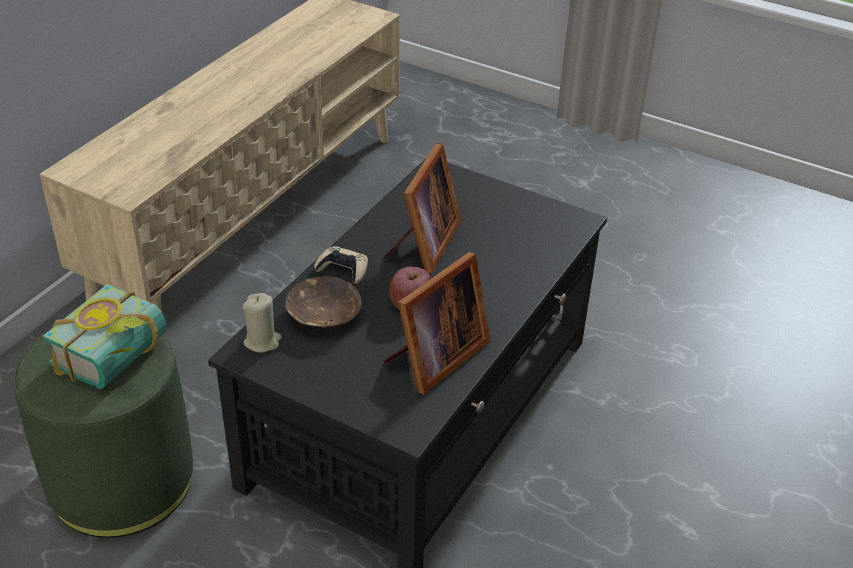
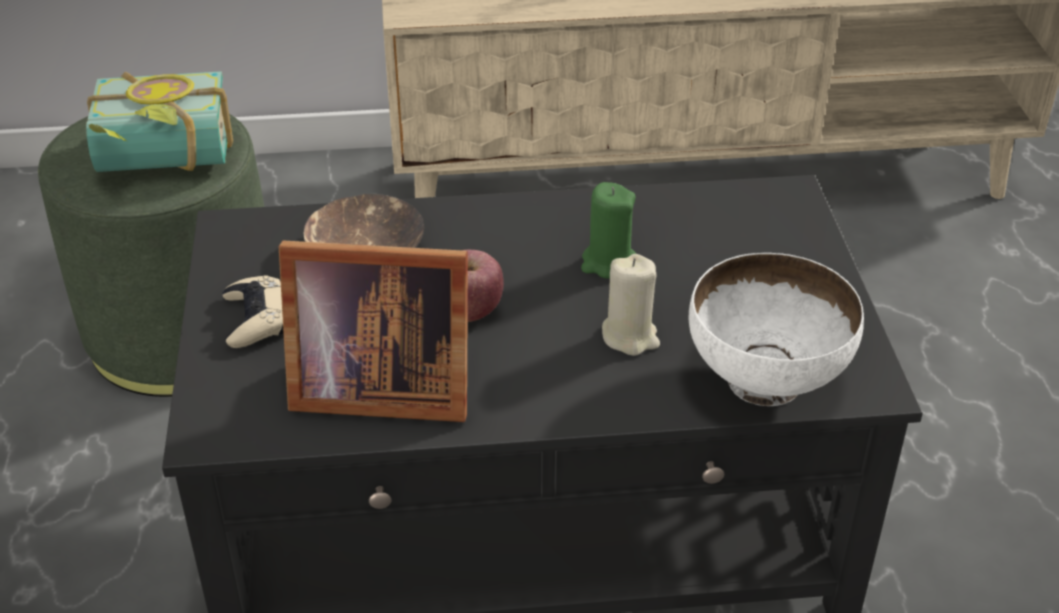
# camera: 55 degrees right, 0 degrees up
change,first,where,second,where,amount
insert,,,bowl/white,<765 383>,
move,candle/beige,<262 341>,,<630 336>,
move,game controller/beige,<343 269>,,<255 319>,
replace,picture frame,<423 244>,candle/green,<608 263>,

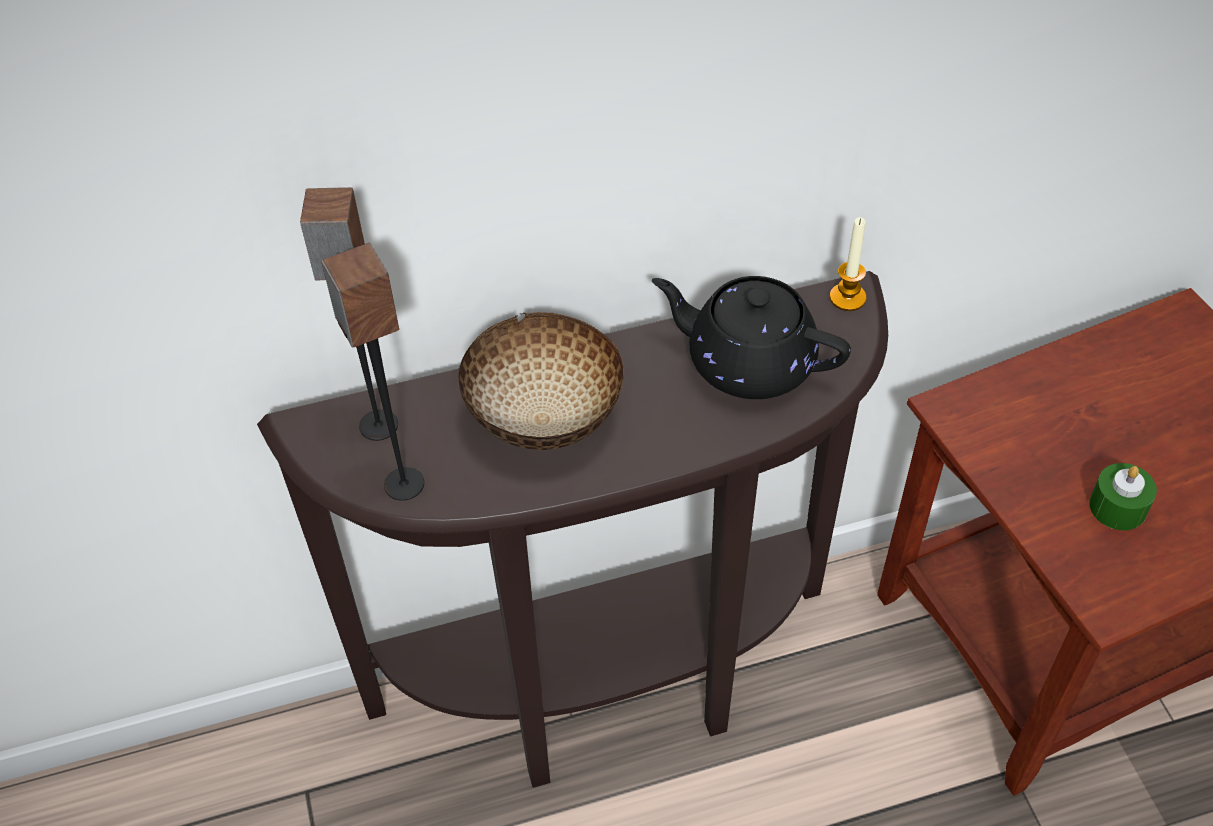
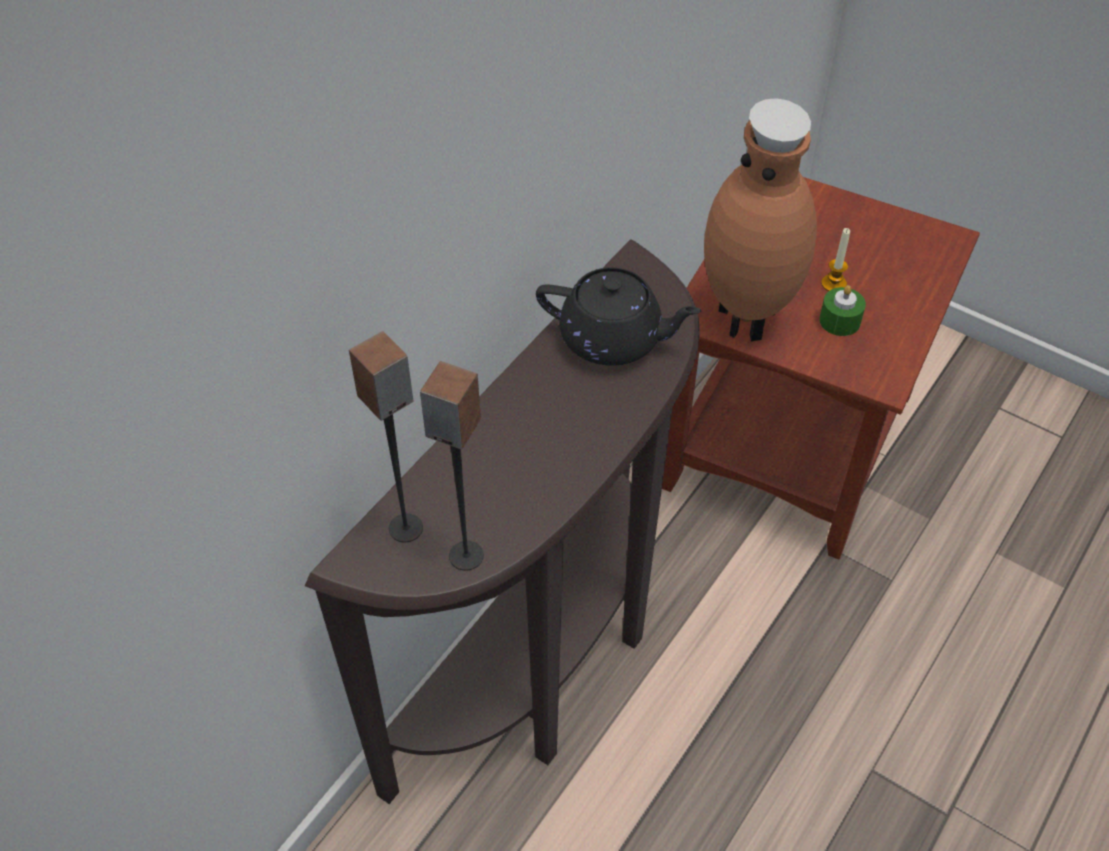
# camera: 40 degrees left, 0 degrees up
change,first,where,second,where,amount
delete,bowl,<547 419>,,,
insert,,,vase/brown,<748 319>,
move,candle,<847 298>,,<833 284>,
rotate,teapot/black,<748 362>,,<613 339>,150 degrees counterclockwise

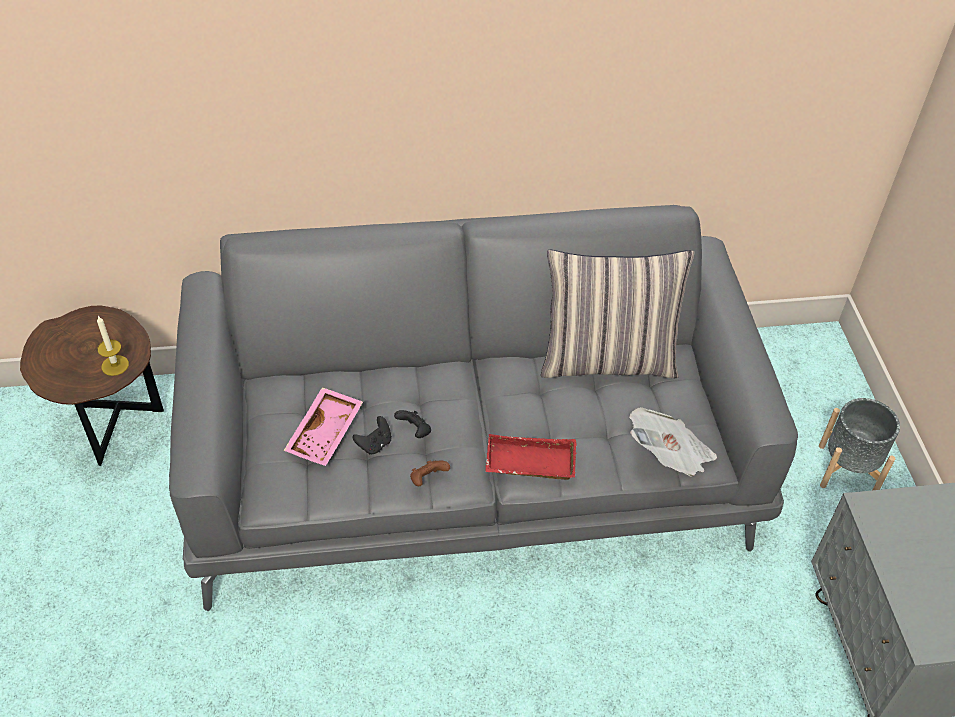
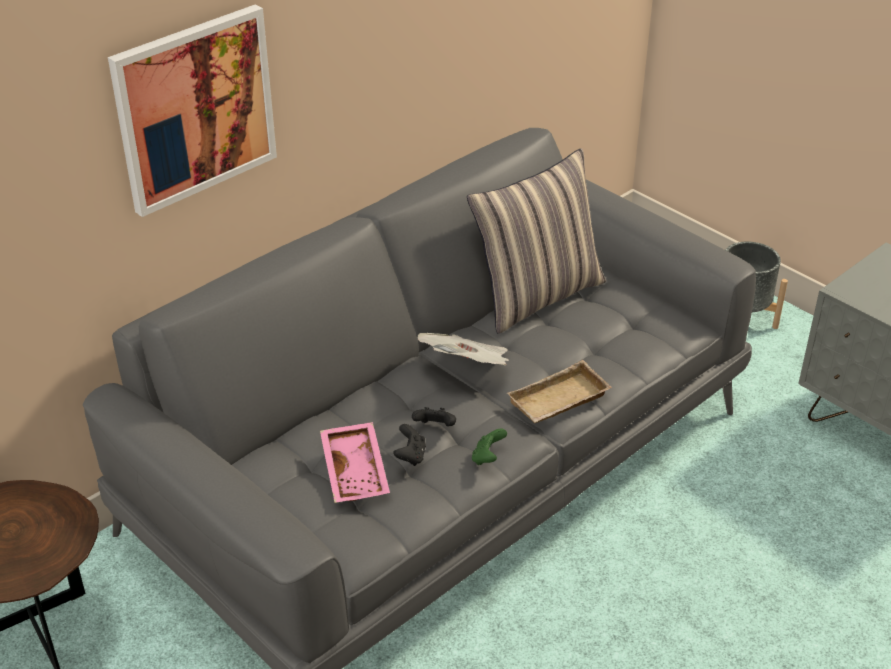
# camera: 35 degrees left, 10 degrees down
change,first,where,second,where,amount
delete,candle,<115 365>,,,
insert,,,picture,<194 108>,
move,newspaper,<669 456>,,<467 367>,
recolor,game controller/brown,<428 479>,game controller/green,<487 458>,
recolor,tray/red,<529 464>,tray/beige,<559 402>,

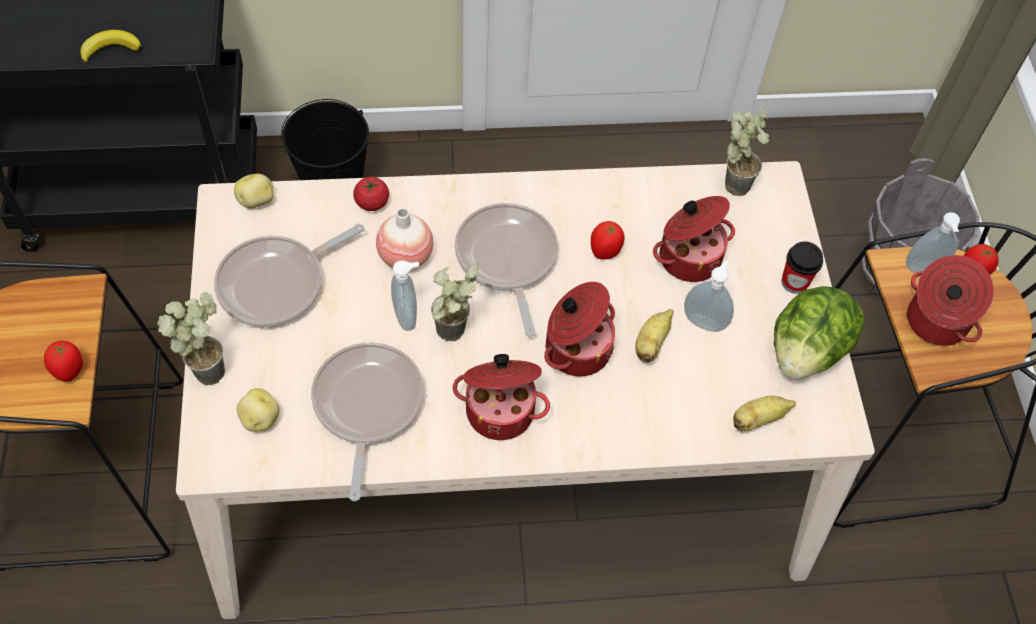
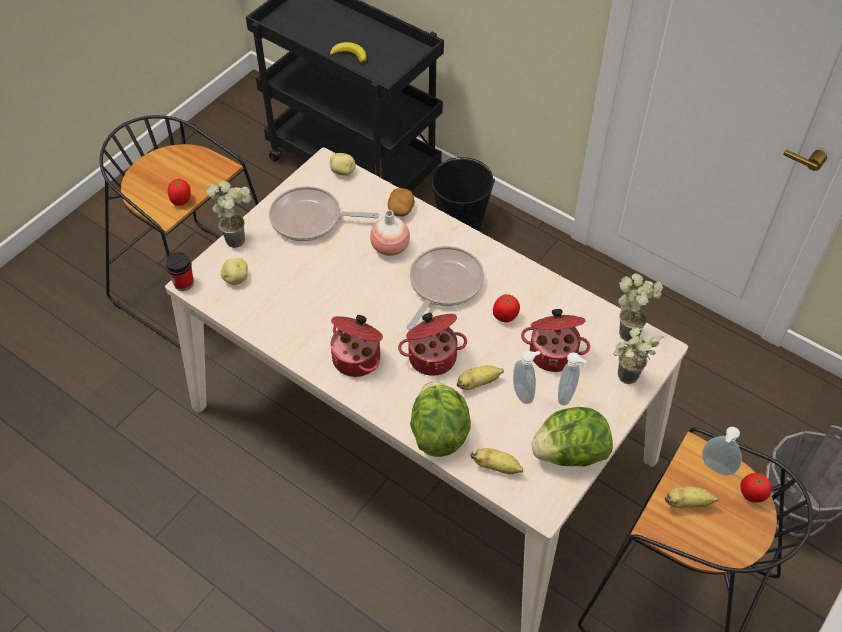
# camera: 45 degrees right, 5 degrees down
change,first,where,second,where,amount
delete,frying pan,<367 406>,,,
insert,,,lettuce,<438 432>,
move,soap dispenser,<407 316>,,<567 396>,
move,potted plant,<452 338>,,<625 381>,
move,cup,<794 282>,,<184 283>,
replace,tomato,<372 202>,potato,<401 209>,
replace,cooking pot,<935 322>,banana,<687 503>,

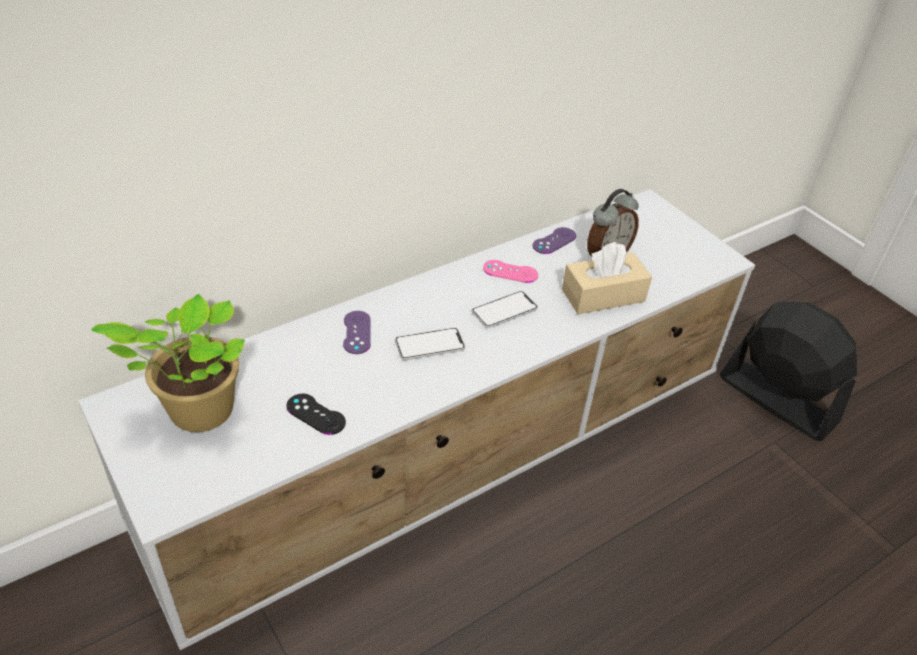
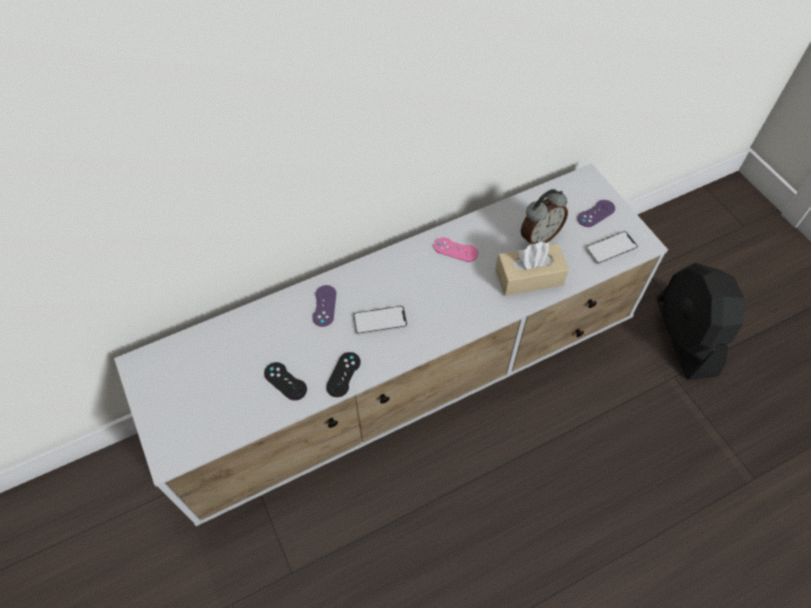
# camera: 10 degrees right, 15 degrees up
change,first,where,second,where,amount
delete,potted plant,<196 412>,,,
insert,,,game controller/black,<343 374>,
move,phone,<504 310>,,<611 248>,
move,game controller/purple,<554 241>,,<596 213>,
rotate,fan/black,<777 399>,,<685 337>,150 degrees counterclockwise

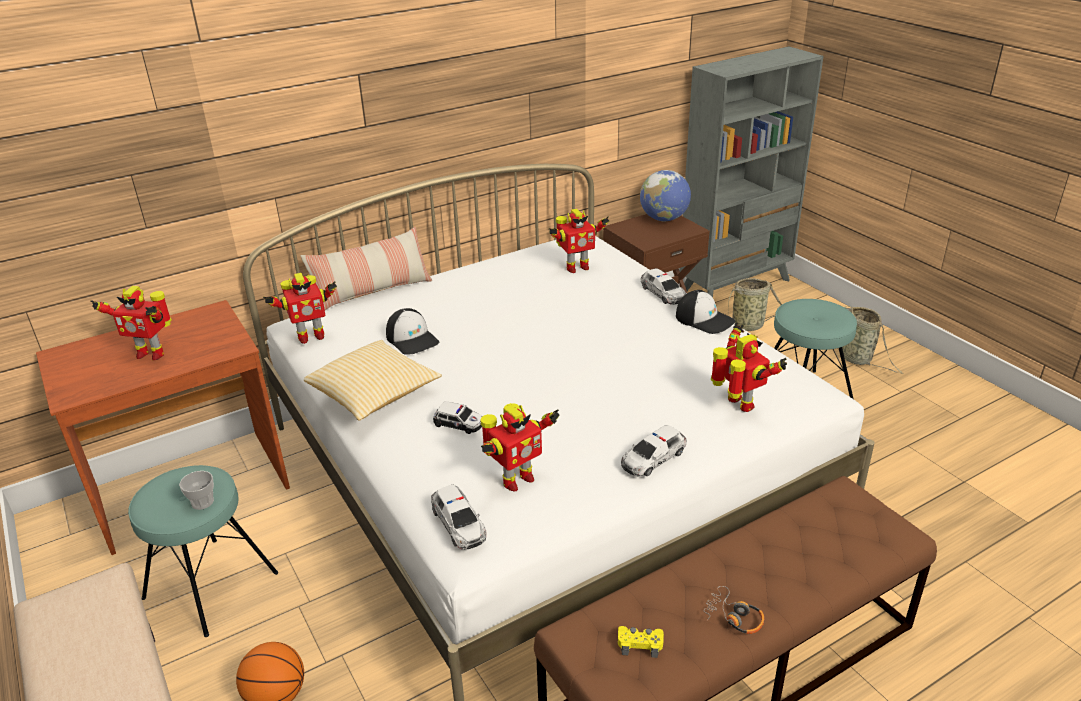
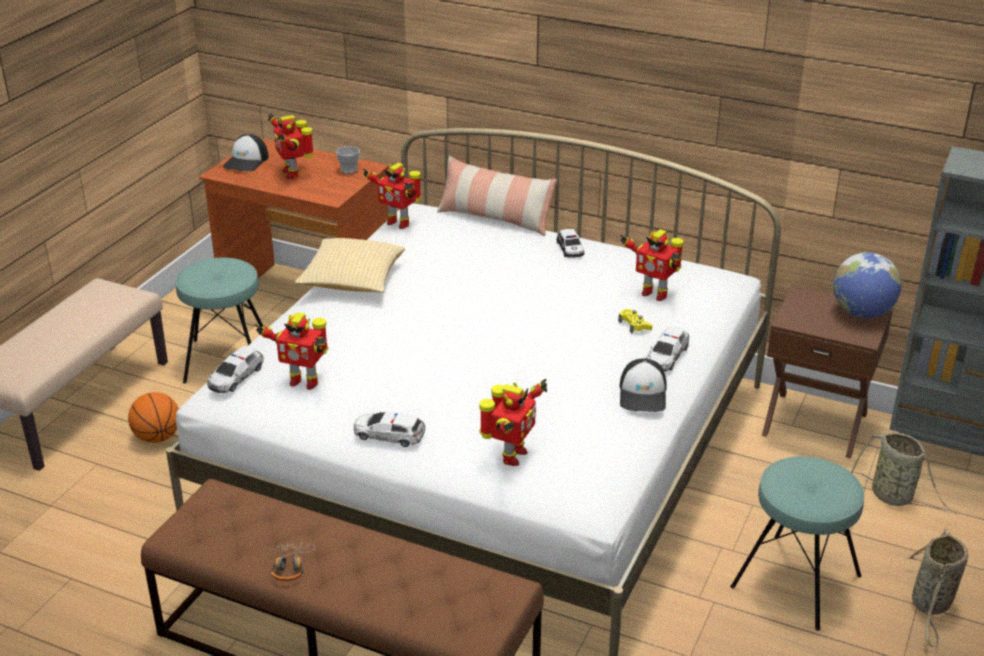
# camera: 55 degrees right, 0 degrees up
change,first,where,second,where,amount
move,cup,<202 502>,,<349 170>,
move,cap,<412 339>,,<246 161>,
move,toy car,<459 423>,,<570 249>,
move,game controller/yellow,<640 644>,,<634 325>,

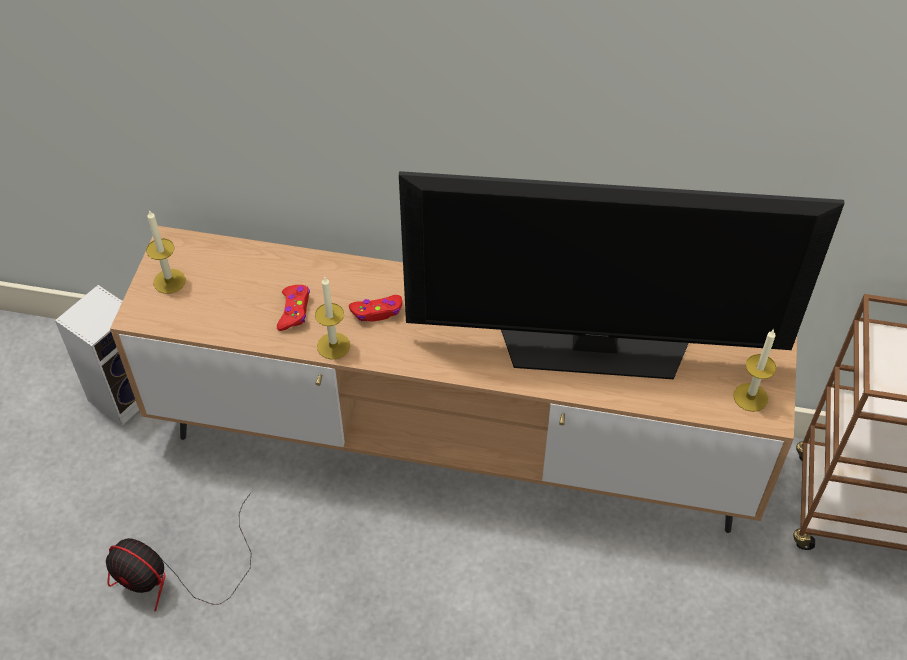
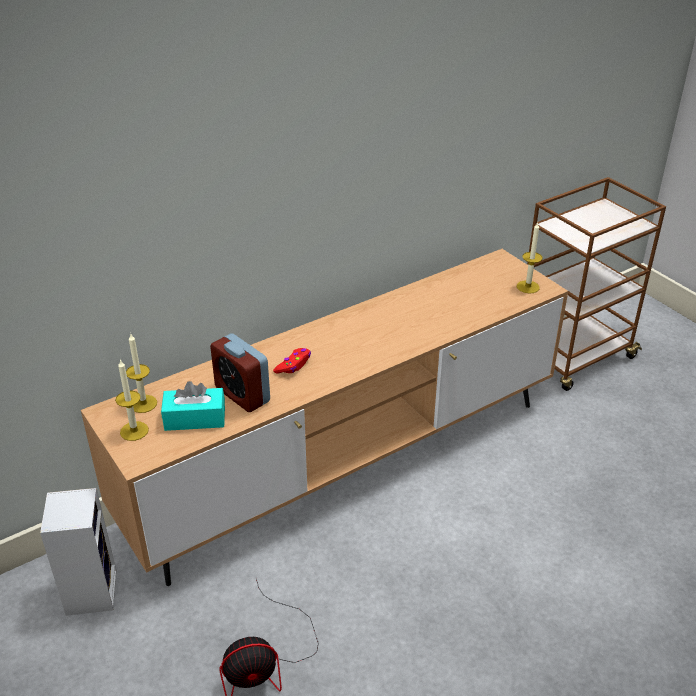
# camera: 45 degrees left, 15 degrees down
change,first,where,second,where,amount
delete,television,<594 346>,,,
insert,,,tissue box/turquoise,<195 418>,
move,candle,<333 346>,,<143 404>,
replace,game controller/red,<294 311>,alarm clock,<242 395>,

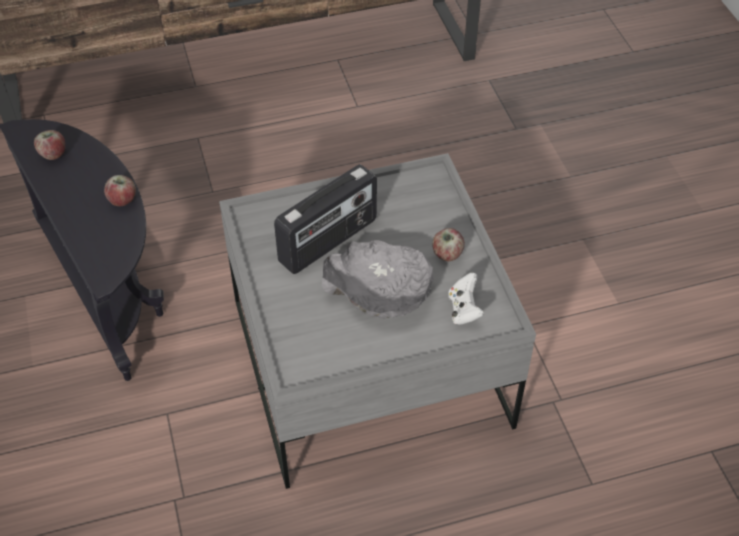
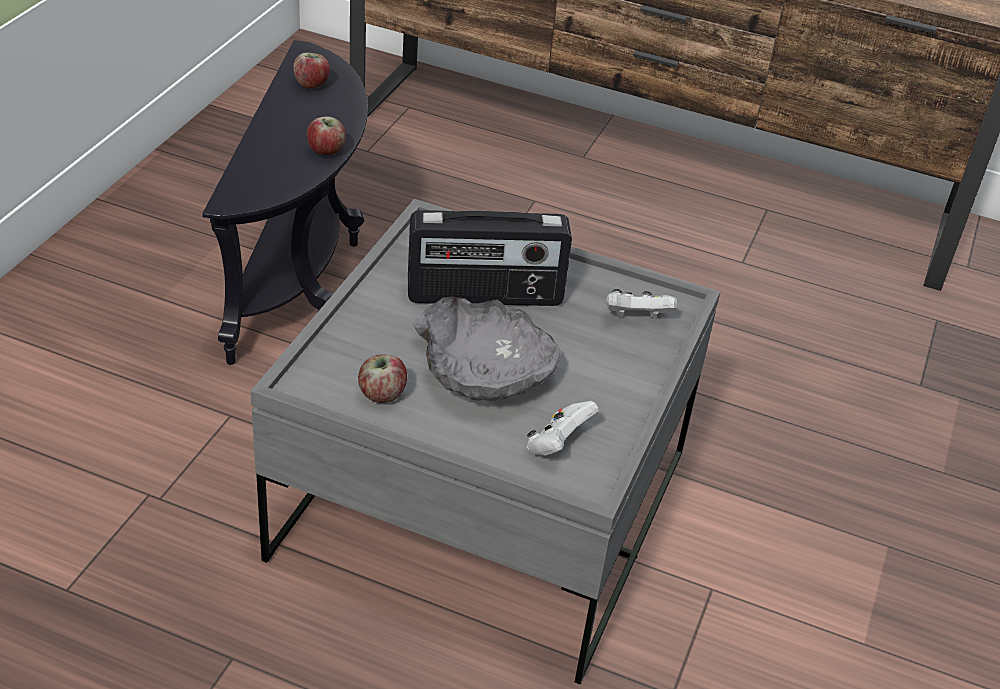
# camera: 35 degrees right, 10 degrees down
change,first,where,second,where,amount
insert,,,game controller/white,<636 318>,
move,apple,<447 254>,,<381 394>,

